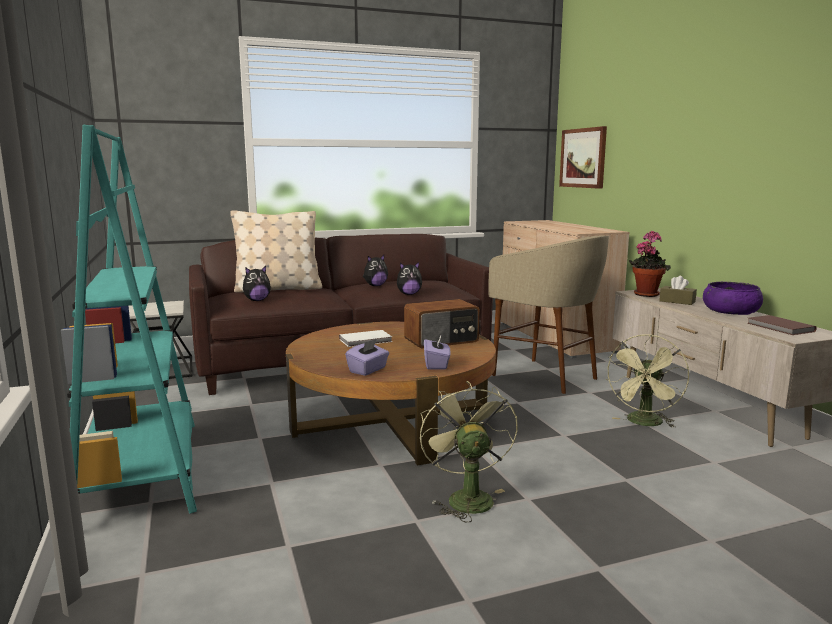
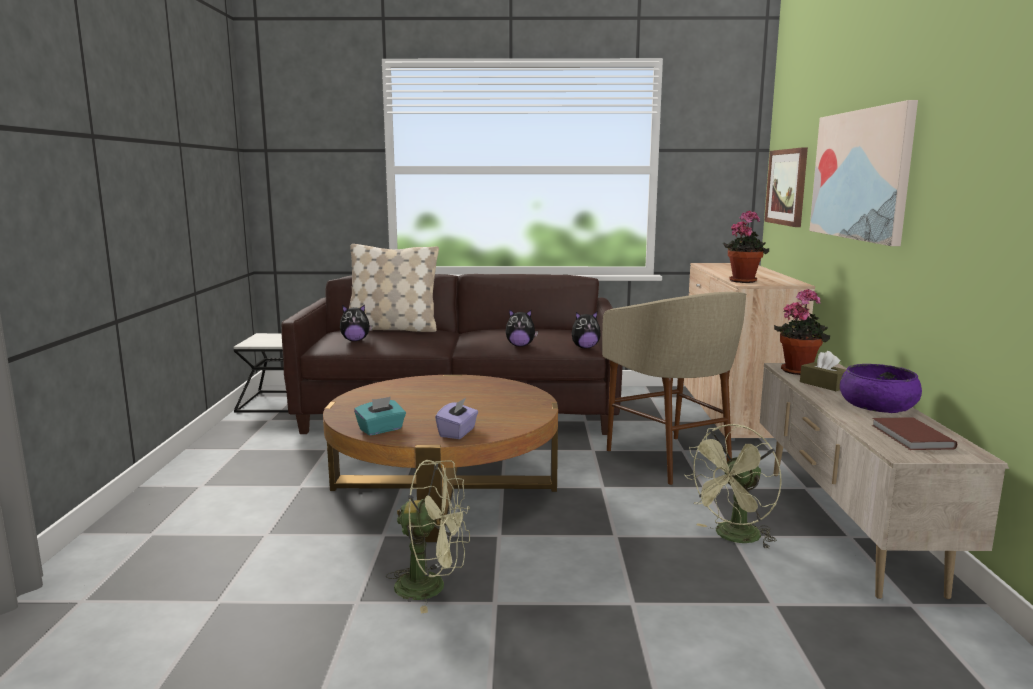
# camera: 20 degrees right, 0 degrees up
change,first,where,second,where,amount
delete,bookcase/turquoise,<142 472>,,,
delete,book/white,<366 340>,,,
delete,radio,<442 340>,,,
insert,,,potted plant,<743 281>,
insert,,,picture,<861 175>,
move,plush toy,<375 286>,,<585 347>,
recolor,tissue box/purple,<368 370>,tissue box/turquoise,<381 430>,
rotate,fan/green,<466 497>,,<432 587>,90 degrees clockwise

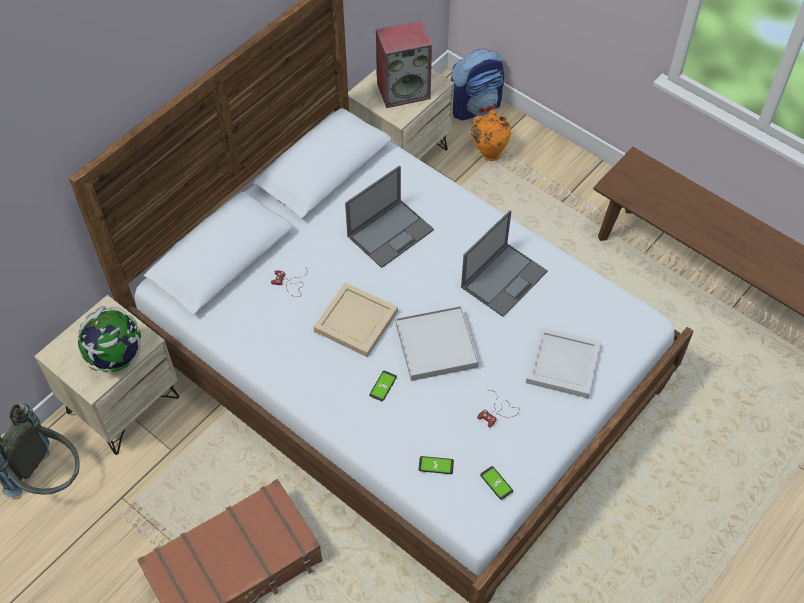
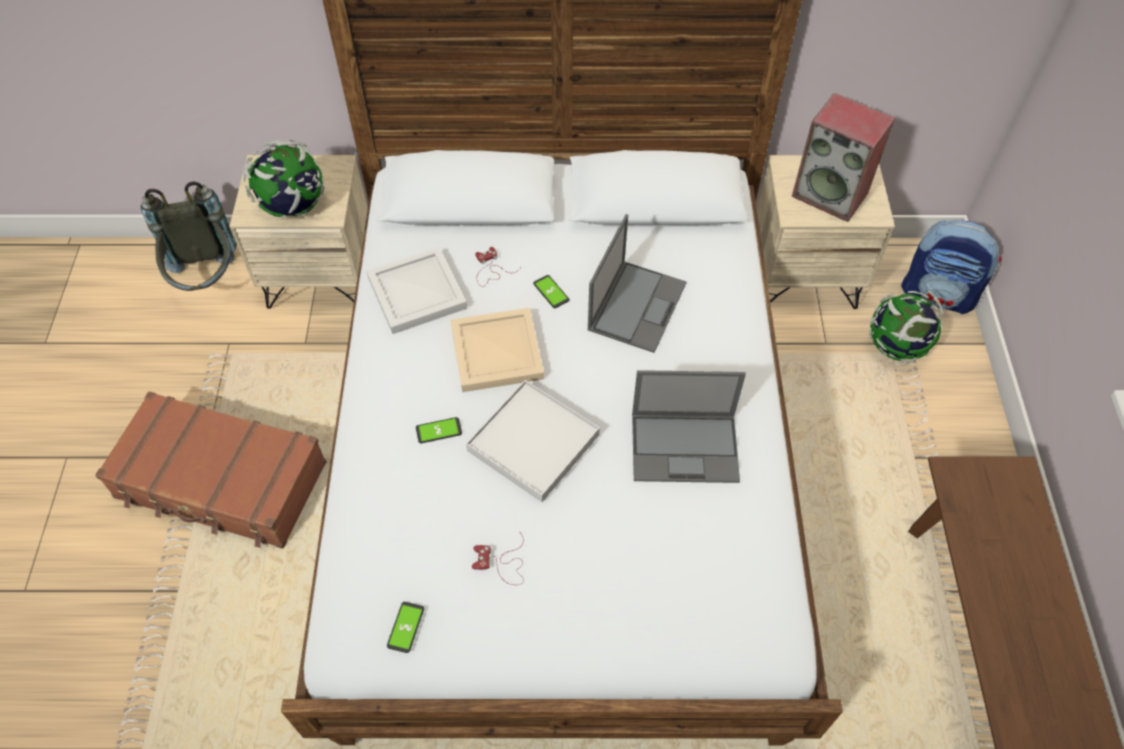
# camera: 50 degrees right, 0 degrees up
change,first,where,second,where,amount
move,phone,<436 465>,,<551 292>,
move,tray/white,<564 365>,,<416 294>,
replace,vase/orange,<489 153>,globe,<896 347>,
rotate,laptop,<391 232>,,<637 305>,75 degrees counterclockwise

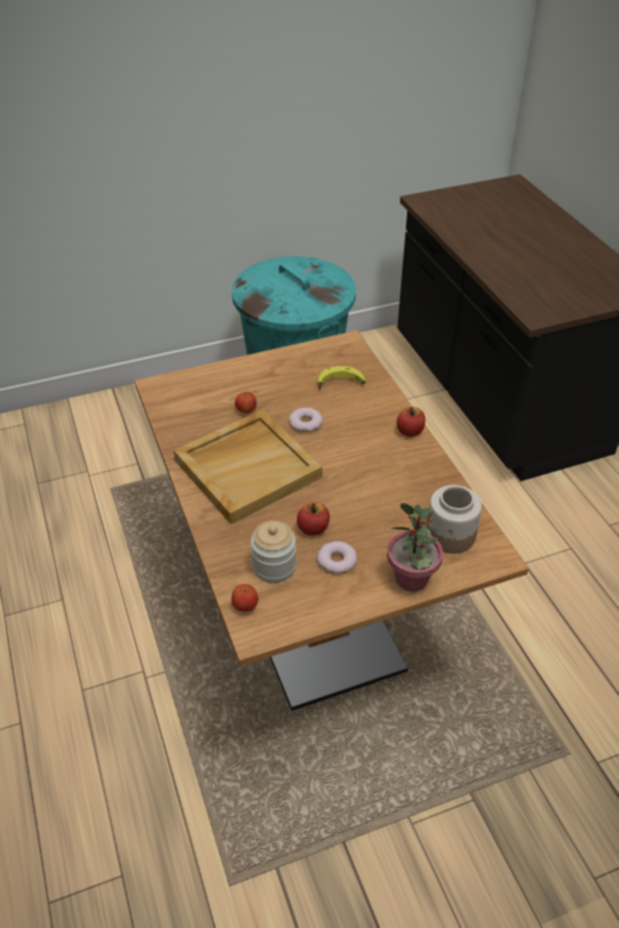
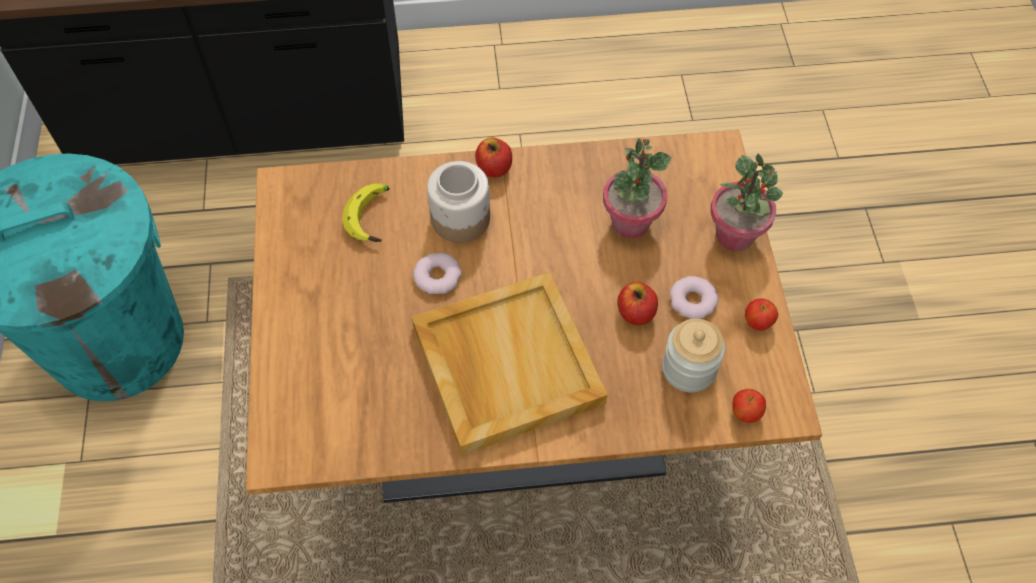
# camera: 75 degrees left, 15 degrees up
change,first,where,second,where,amount
insert,,,potted plant,<630 222>,
move,apple,<246 411>,,<758 322>,
move,jar,<451 535>,,<461 218>,

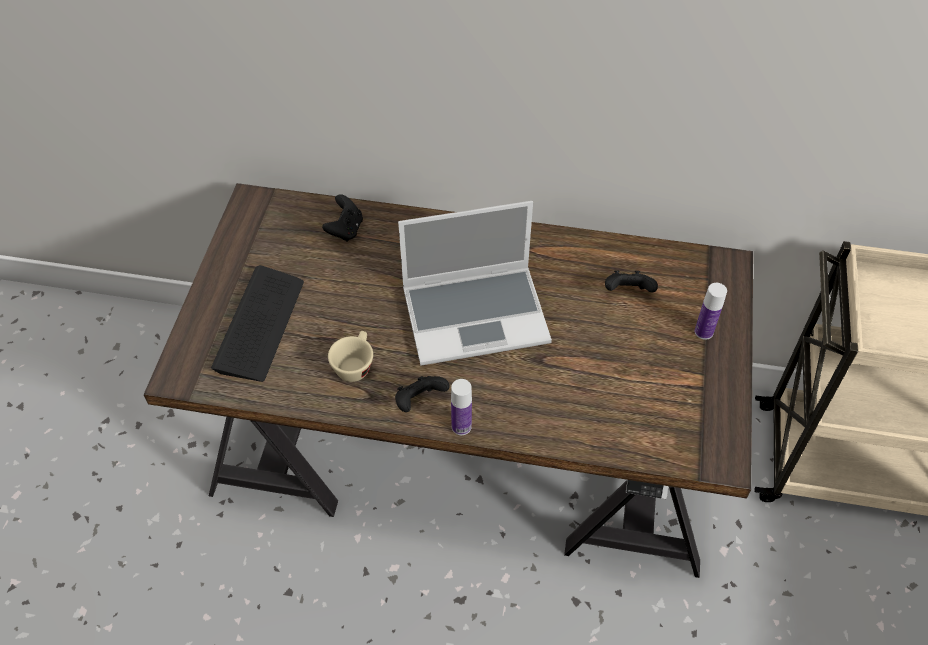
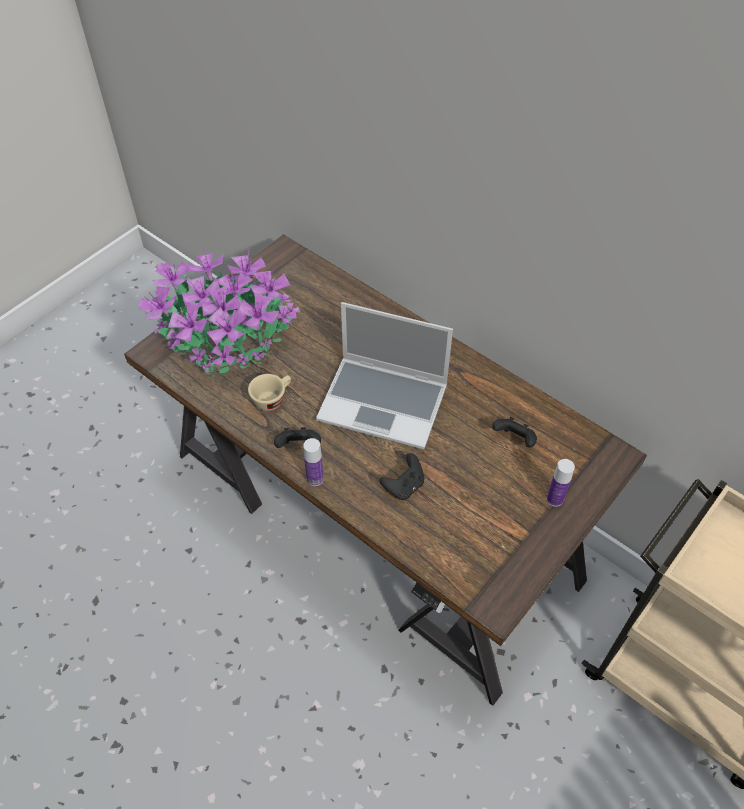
# camera: 30 degrees right, 0 degrees up
change,first,where,second,where,amount
move,game controller/black,<345 229>,,<404 486>,
replace,keyboard,<260 325>,potted plant,<229 341>,

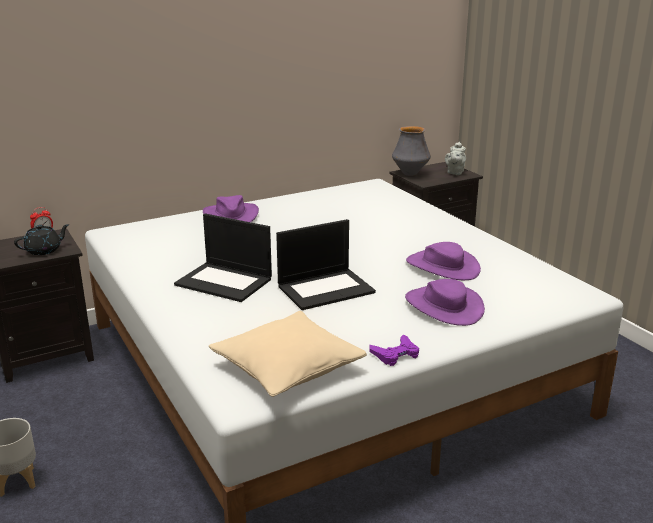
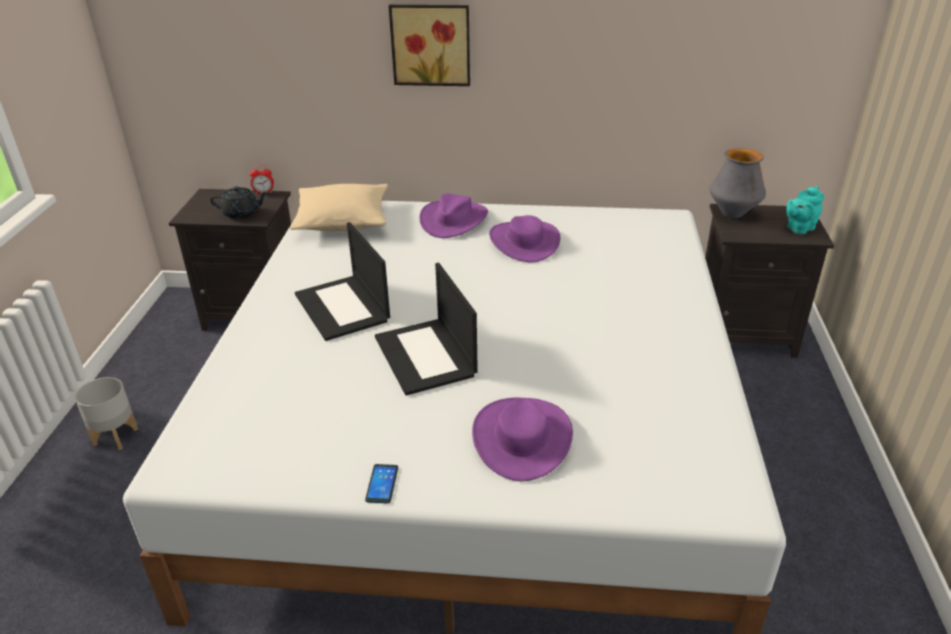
# camera: 35 degrees right, 10 degrees up
change,first,where,second,where,amount
insert,,,picture,<431 44>,
move,pillow/beige,<288 368>,,<343 221>,
move,hat/purple,<442 266>,,<524 241>,
replace,game controller/purple,<395 354>,phone,<382 484>,
recolor,teapot/grey,<455 172>,teapot/turquoise,<798 228>,
rotate,laptop,<326 289>,,<426 356>,60 degrees clockwise

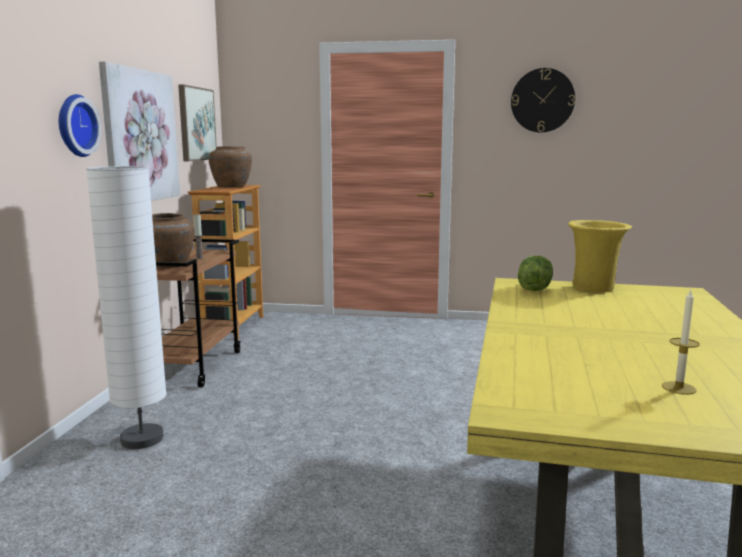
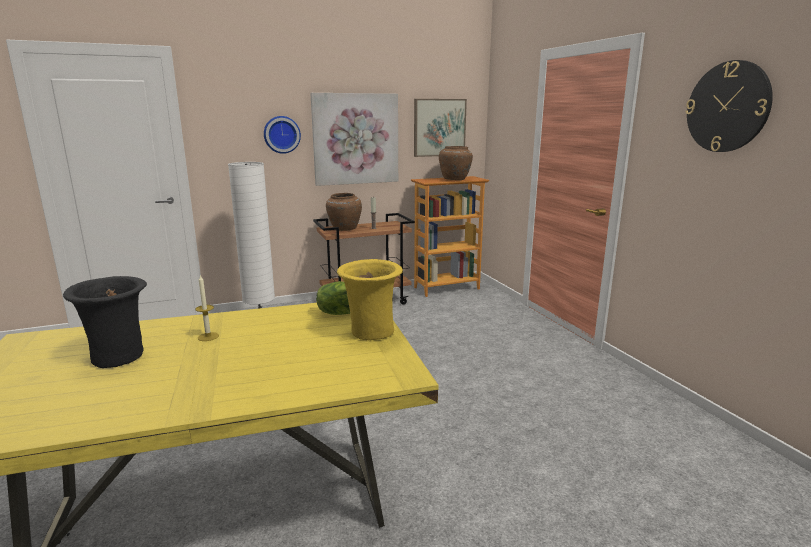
# camera: 60 degrees right, 5 degrees up
change,first,where,second,where,amount
insert,,,vase/black,<120 358>,
move,candle,<678 388>,,<208 336>,

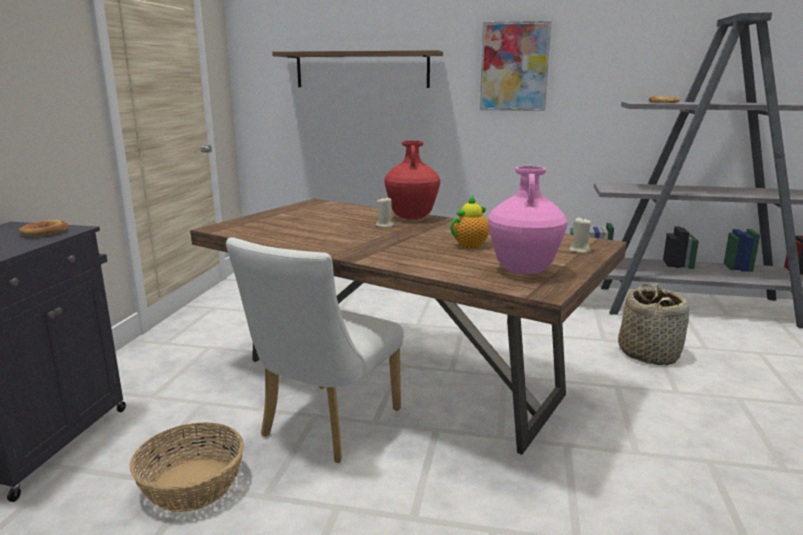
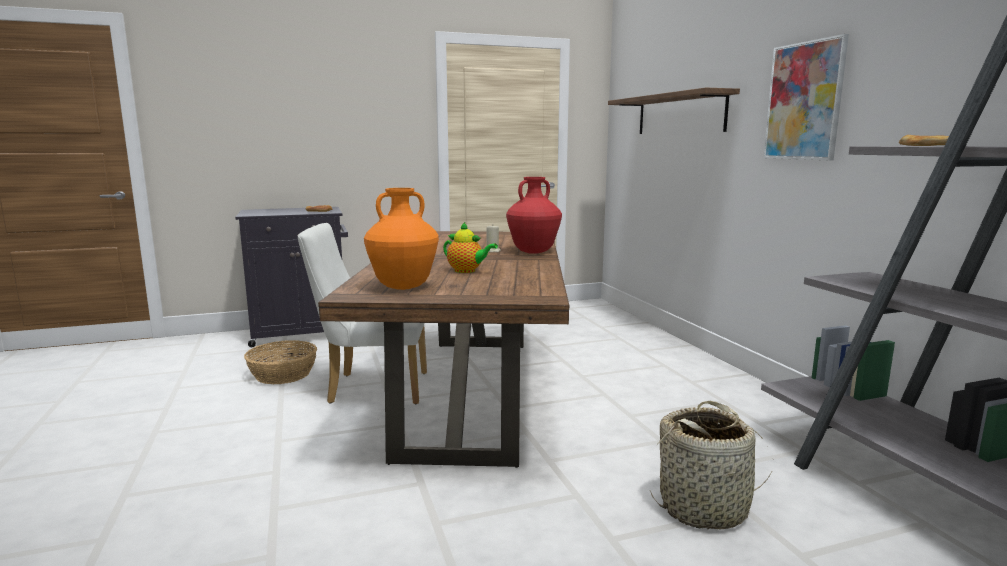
# camera: 60 degrees right, 5 degrees down
change,first,where,second,where,amount
delete,candle/beige,<579 250>,,,
recolor,vase/pink,<523 271>,vase/orange,<403 287>,

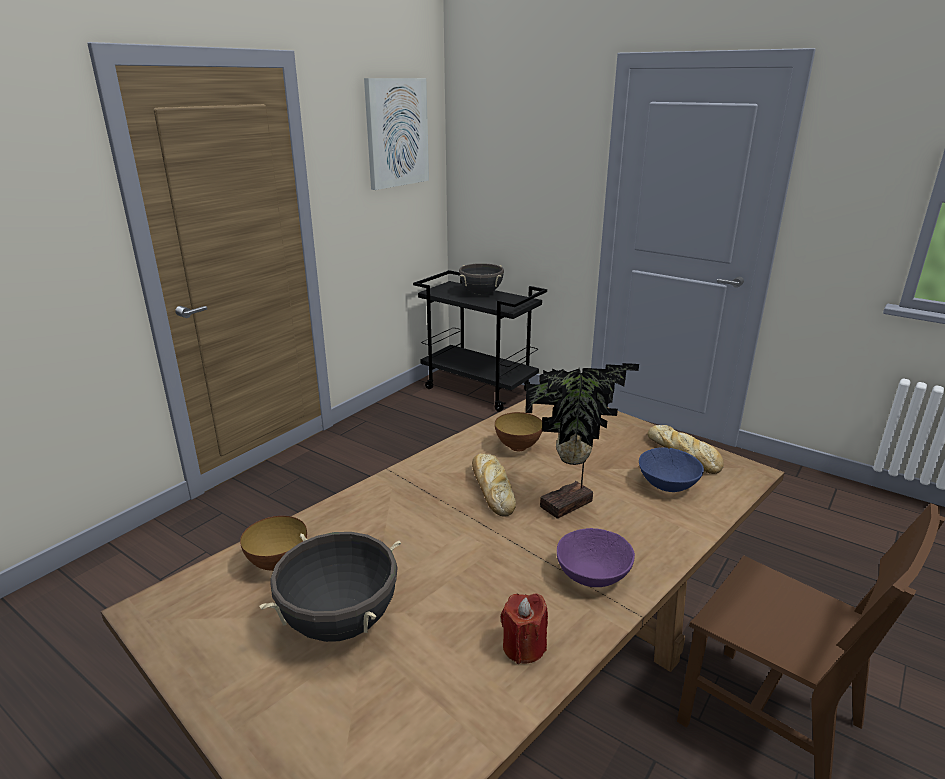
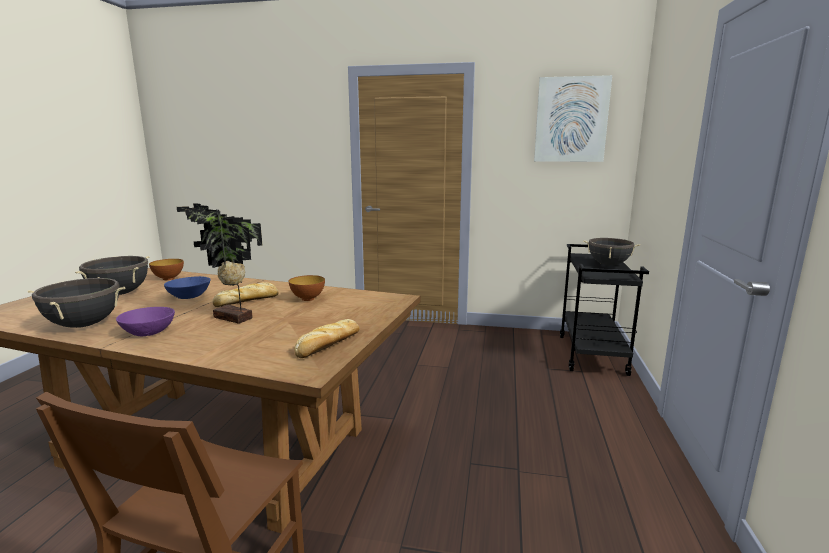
# camera: 65 degrees right, 10 degrees down
change,first,where,second,where,amount
move,bowl/blue,<668 483>,,<189 296>,
replace,candle/red,<523 647>,cooking pot/black,<84 325>,

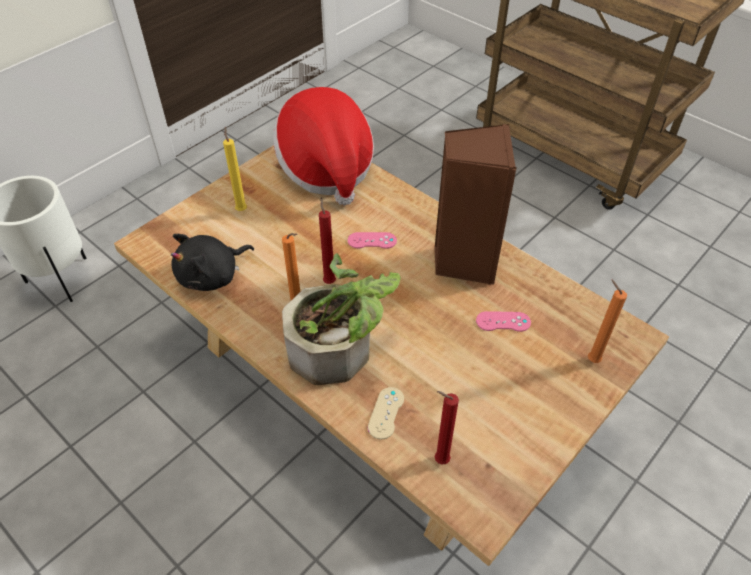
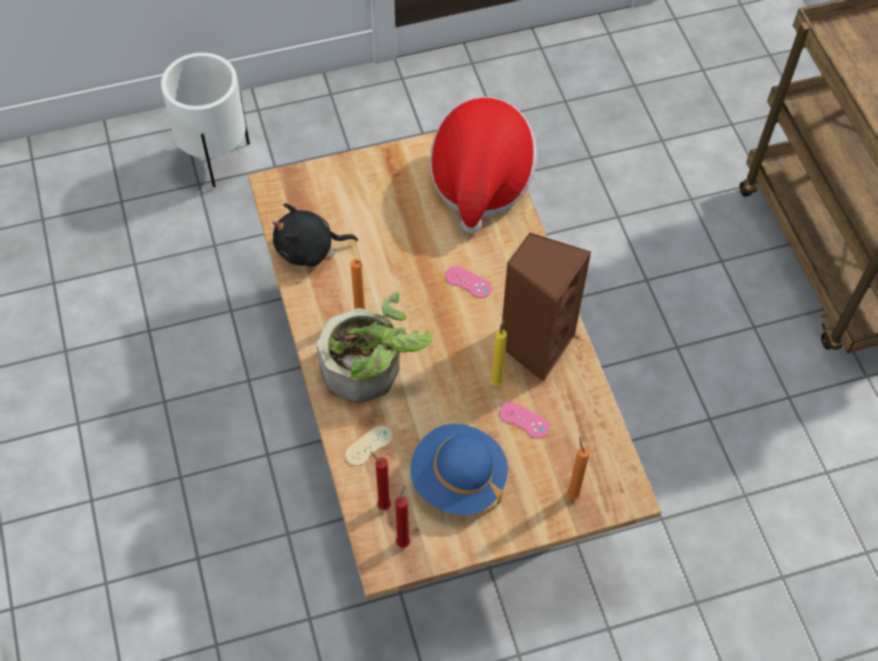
# camera: 30 degrees right, 10 degrees up
change,first,where,second,where,amount
insert,,,hat/blue,<458 479>,
move,candle/yellow,<241 209>,,<497 381>,
move,candle/red,<329 281>,,<404 541>,

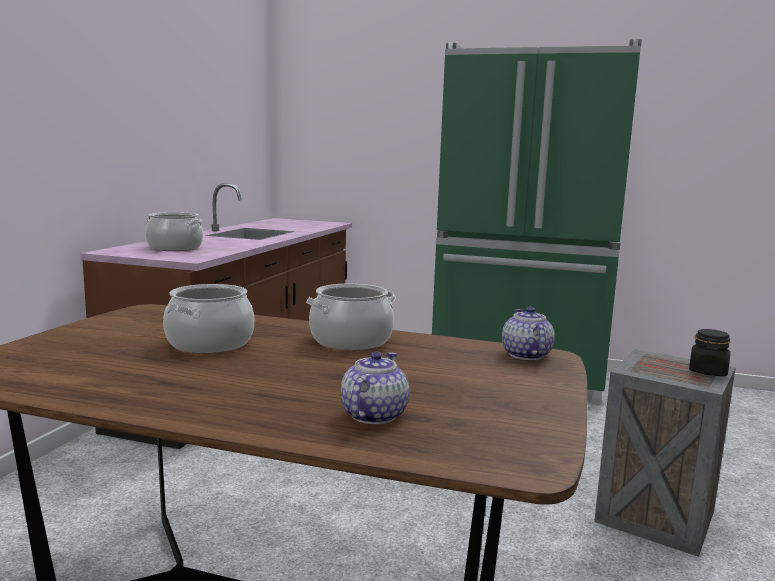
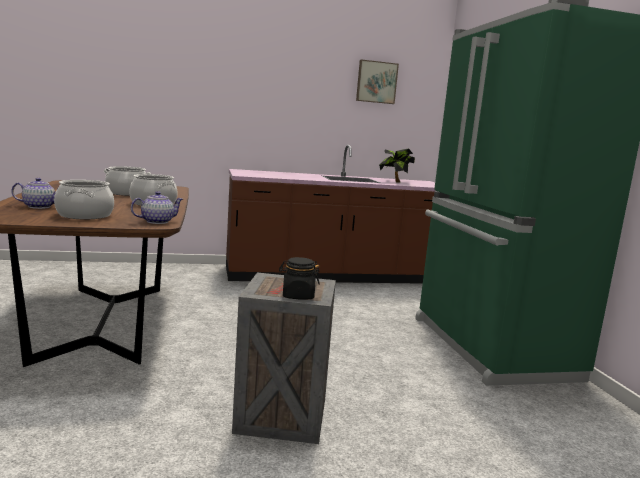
# camera: 60 degrees right, 0 degrees up
change,first,where,second,where,amount
insert,,,picture,<376 82>,
insert,,,potted plant,<395 182>,
move,cooking pot,<174 248>,,<84 215>,

